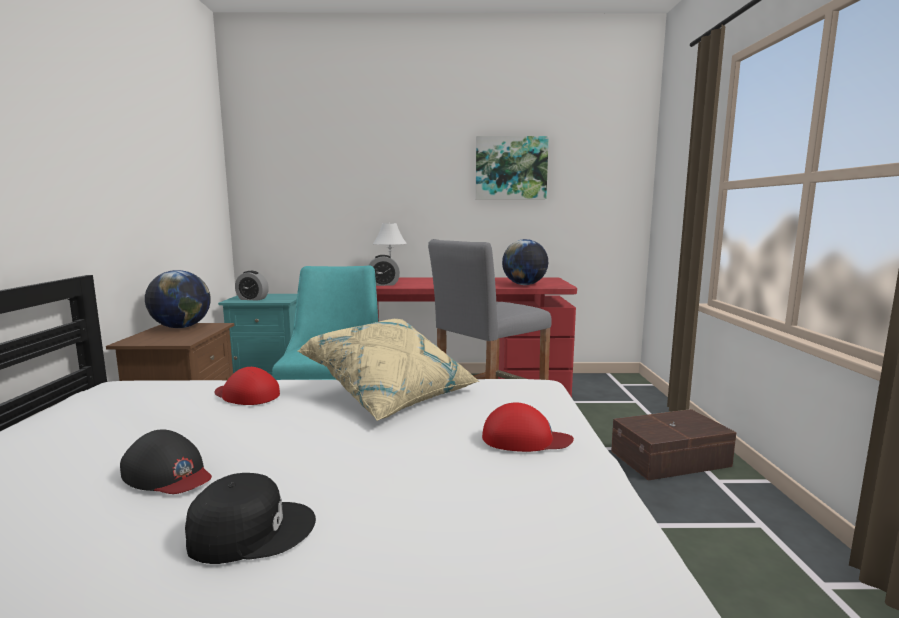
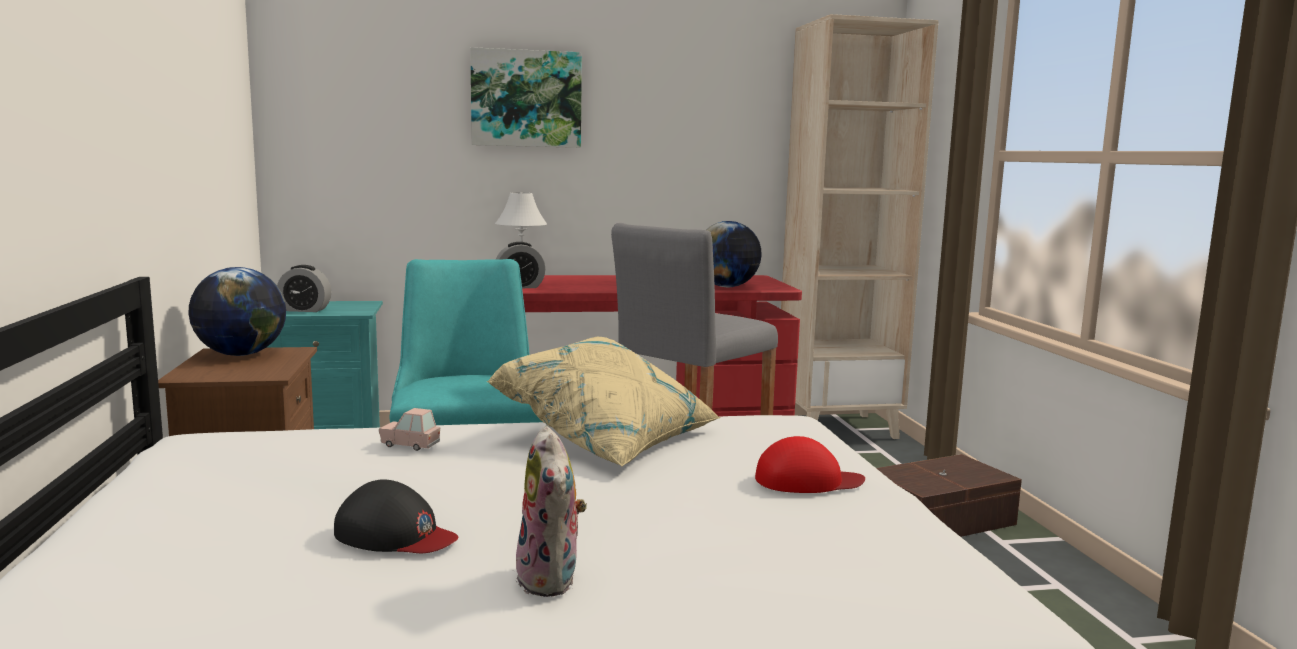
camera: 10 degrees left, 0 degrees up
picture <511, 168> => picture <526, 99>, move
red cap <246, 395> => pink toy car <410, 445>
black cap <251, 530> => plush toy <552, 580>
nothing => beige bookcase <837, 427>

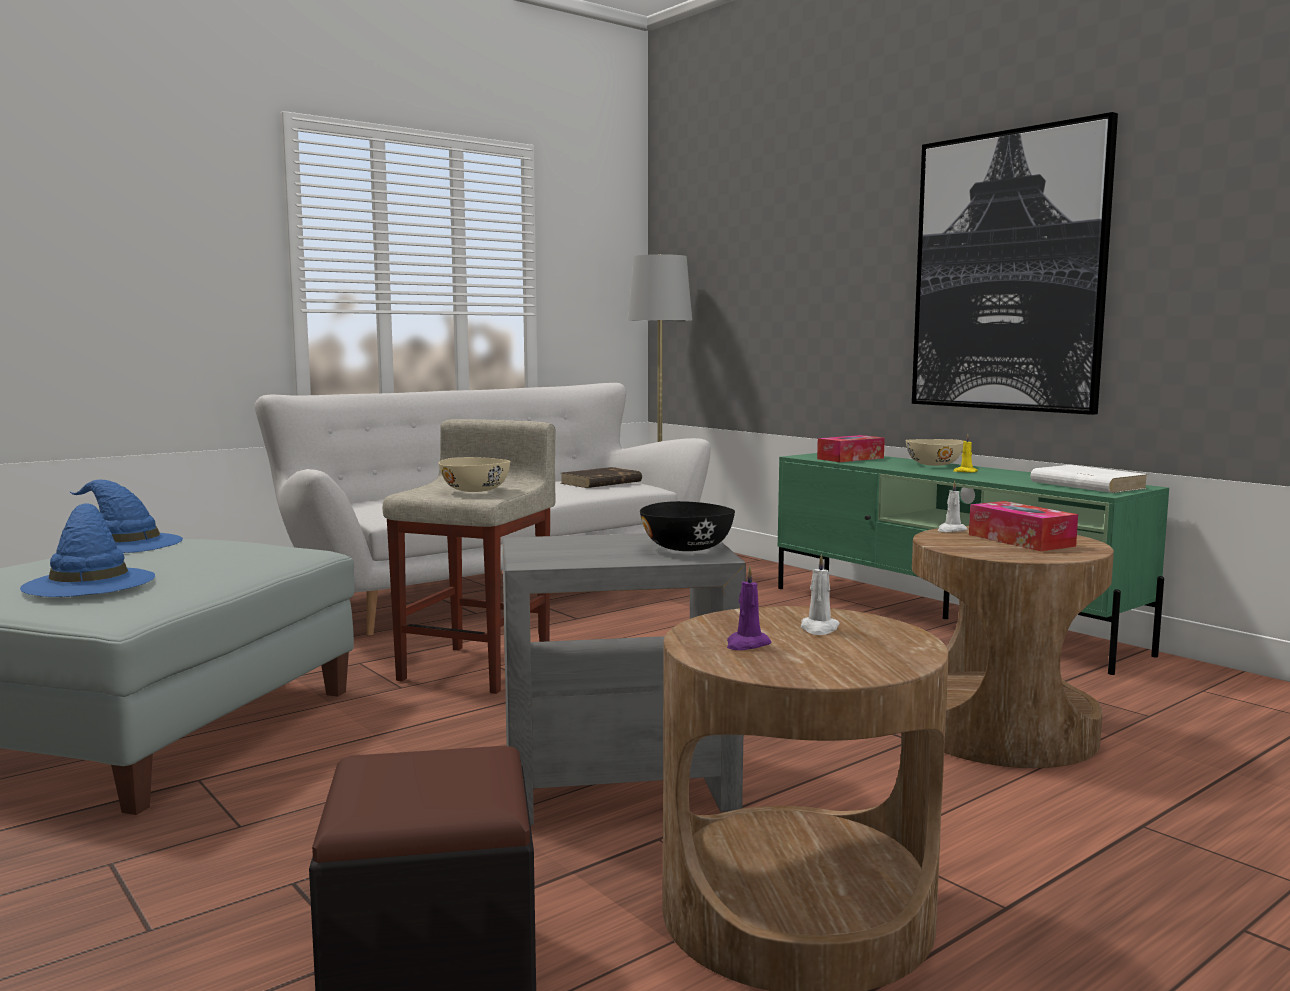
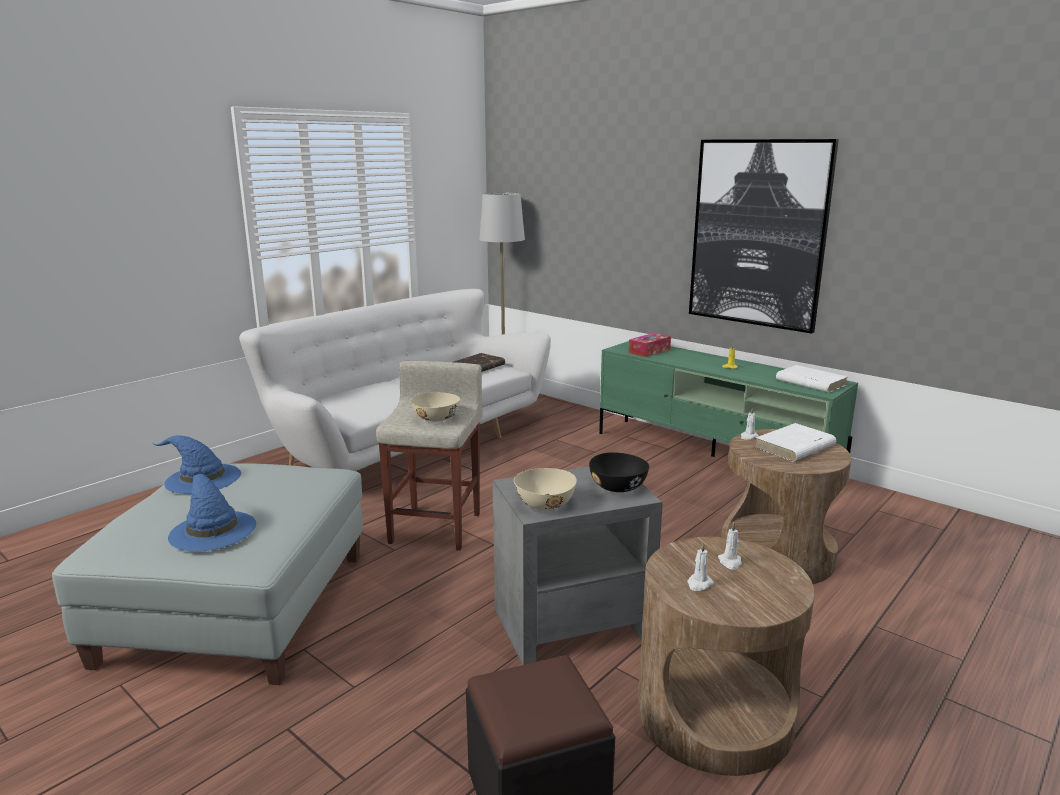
camera: 10 degrees left, 10 degrees up
beige bowl <934, 465> => beige bowl <545, 503>, move
tissue box <1020, 540> => white book <794, 447>
purple candle <747, 644> => white candle <699, 584>

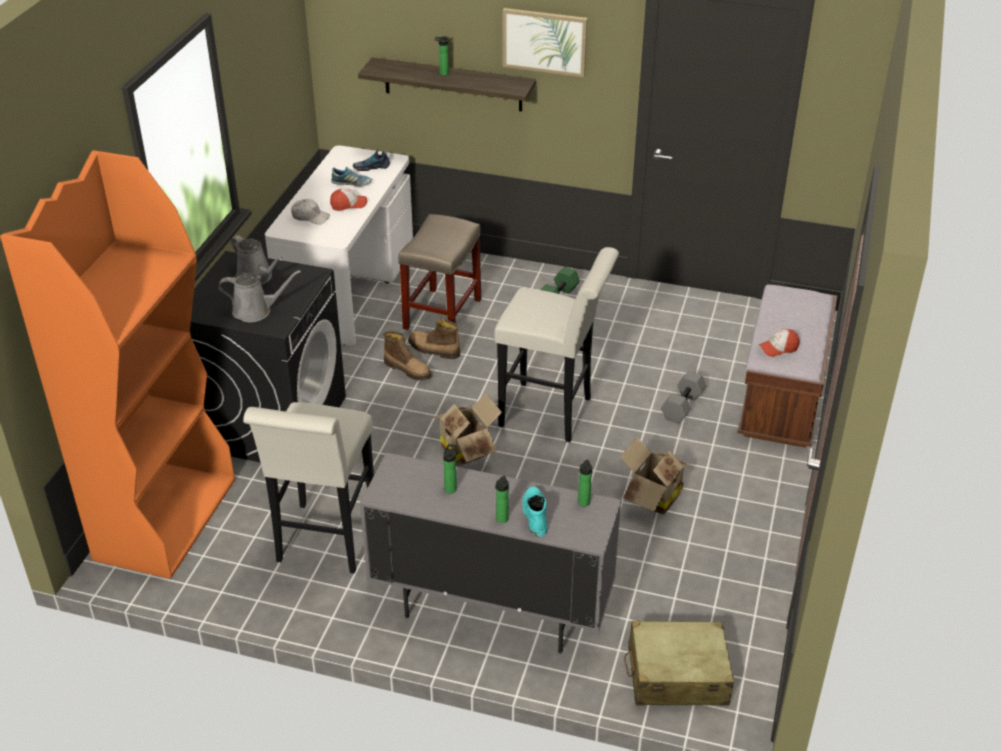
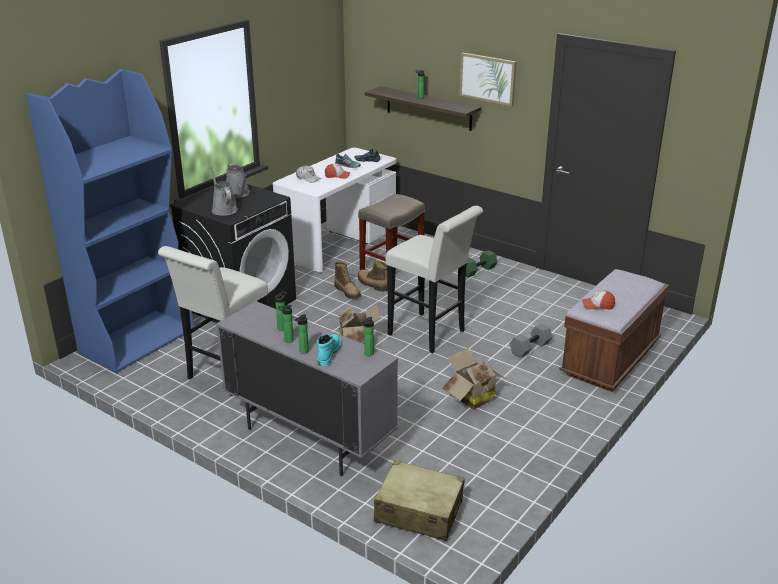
camera: 20 degrees right, 10 degrees down
orange bookcase <166, 518> => blue bookcase <137, 341>
grey watering can <256, 311> => grey watering can <223, 209>, 135 degrees counterclockwise
nothing => bottle <287, 340>

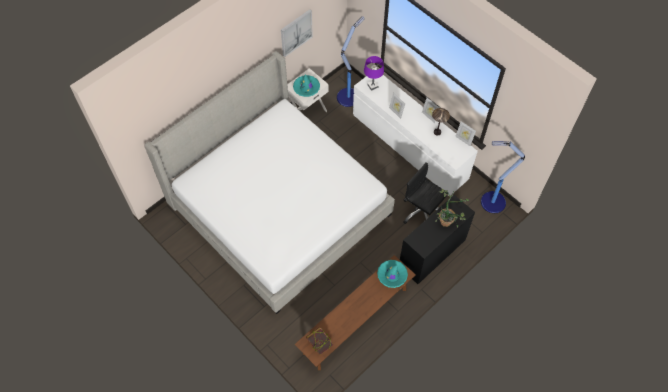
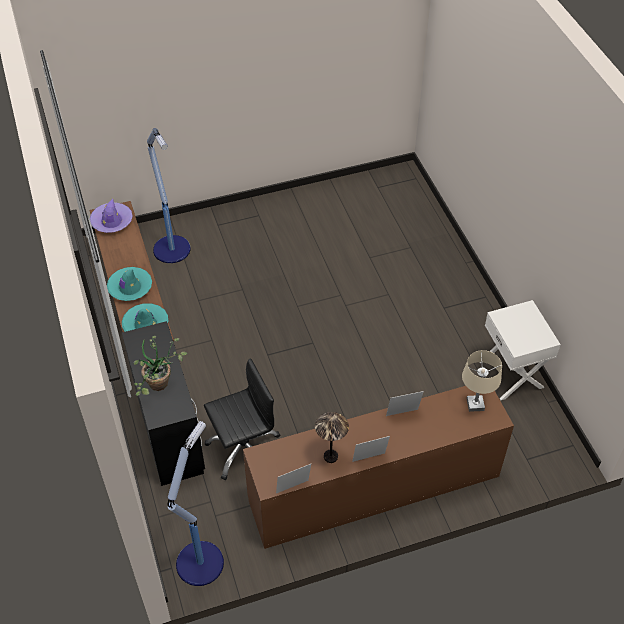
camera: 115 degrees right, 10 degrees down
picture <296, 32> => nothing
floor lamp <348, 96> => floor lamp <172, 250>, move
bed <279, 208> => nothing
purple table lamp <372, 86> => beige table lamp <475, 405>
turquoise hat <306, 88> => turquoise hat <130, 287>, move
white dresser <409, 146> => brown dresser <374, 488>
book <319, 344> => purple hat <112, 221>

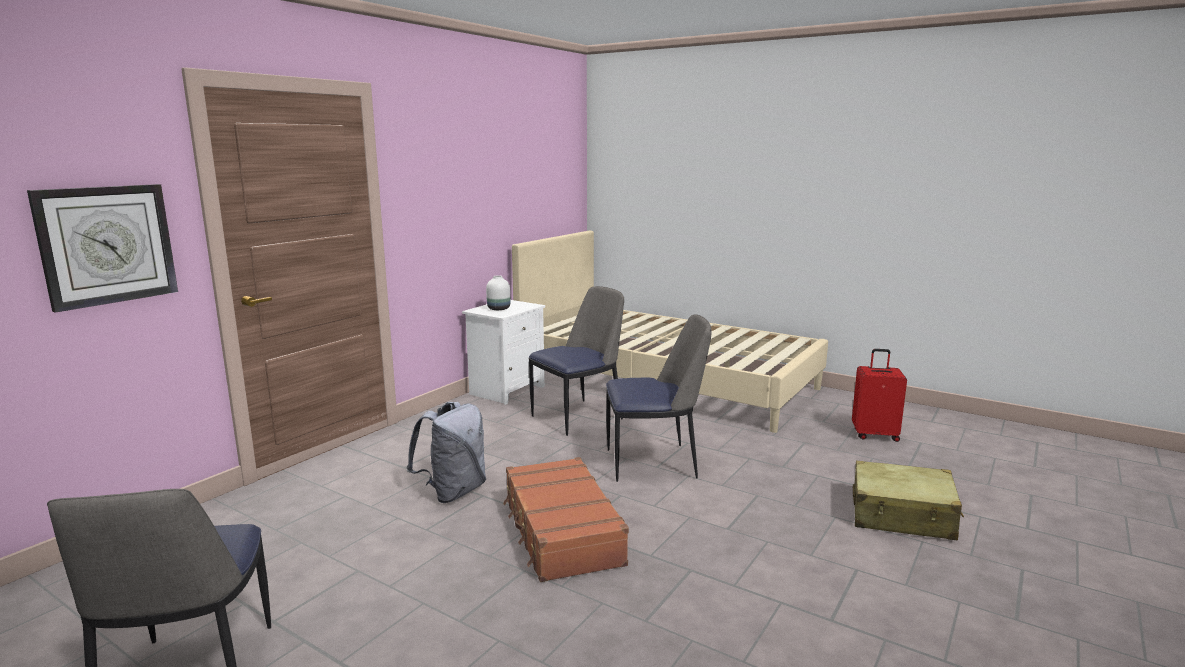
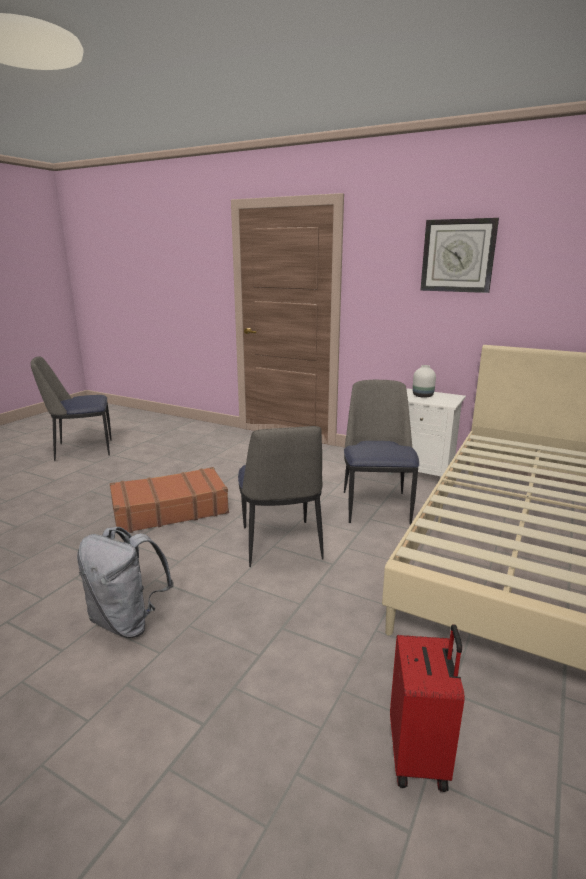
camera: 85 degrees right, 5 degrees up
wall clock <107, 245> => wall clock <458, 256>, move
chair <579, 417> => chair <376, 506>, 135 degrees counterclockwise
grey backpack <453, 492> => grey backpack <128, 621>, move
beige suitcase <902, 516> => nothing

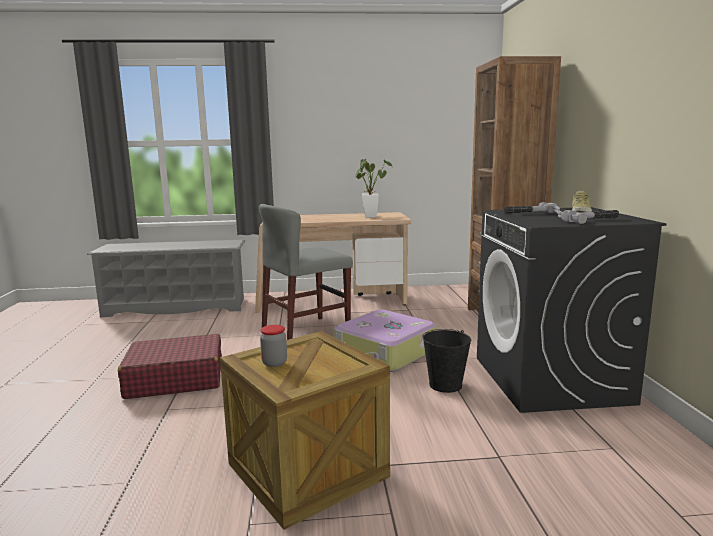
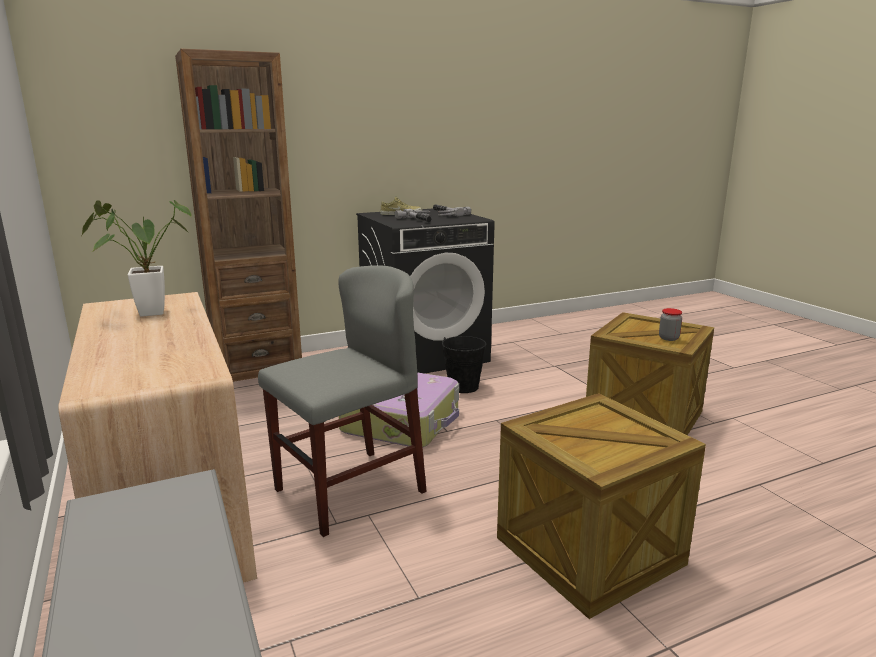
camera: 110 degrees left, 5 degrees up
grey chair <306, 332> => grey chair <349, 490>, 75 degrees counterclockwise
red suitcase <175, 379> => crate <589, 550>

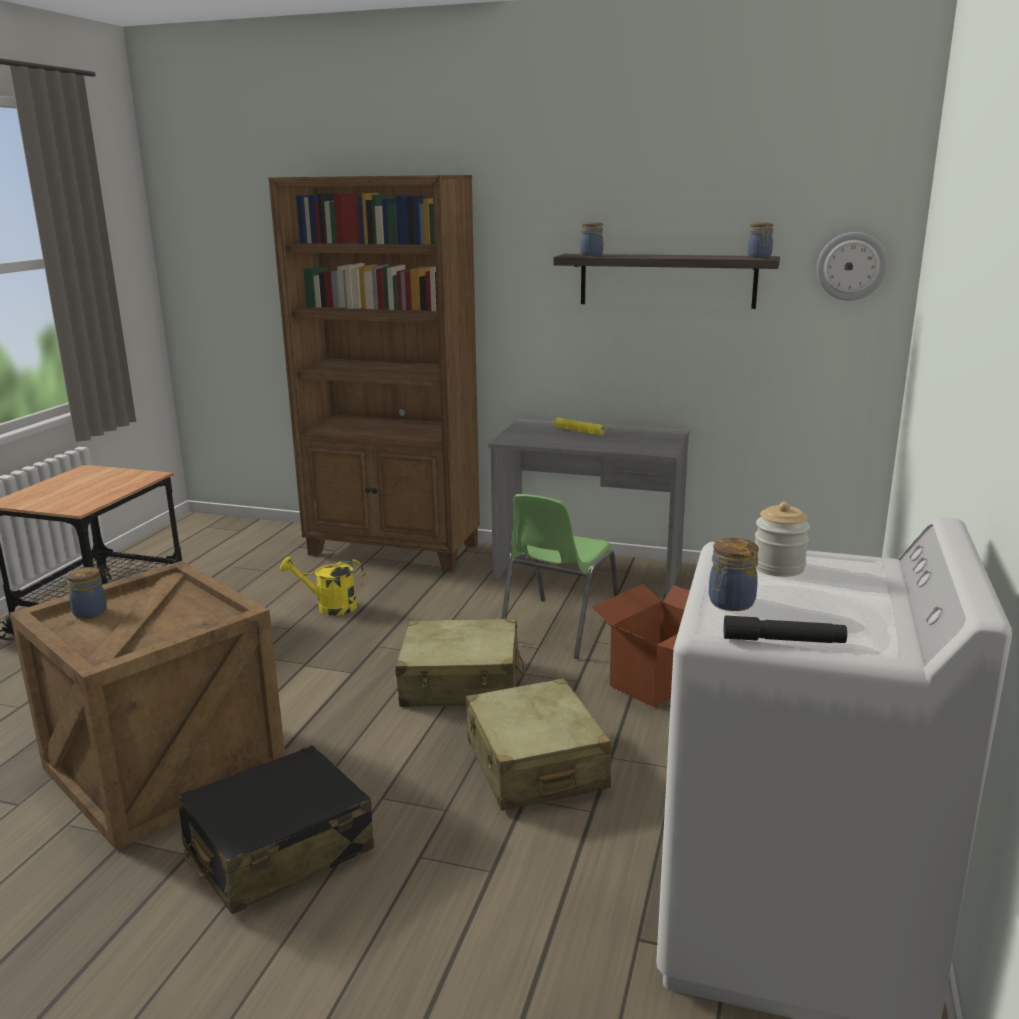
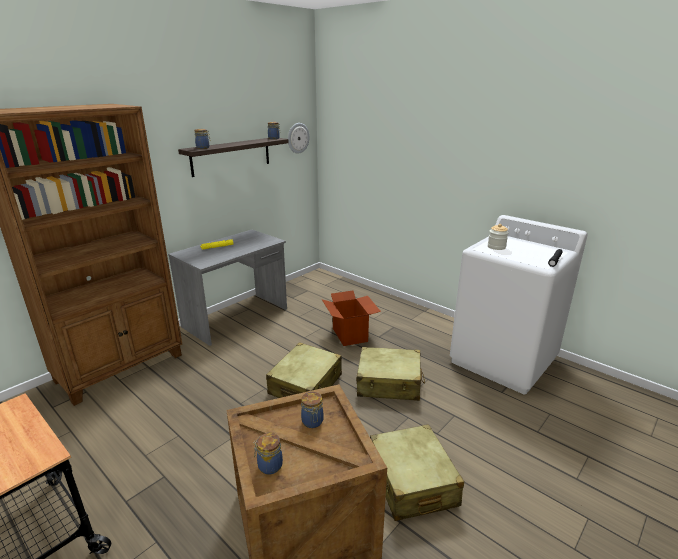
camera: 65 degrees left, 5 degrees up
green chair <558, 628> => nothing
jar <730, 603> => jar <312, 422>, move
yellow watering can <329, 607> => nothing
black suitcase <277, 849> => beige suitcase <412, 482>

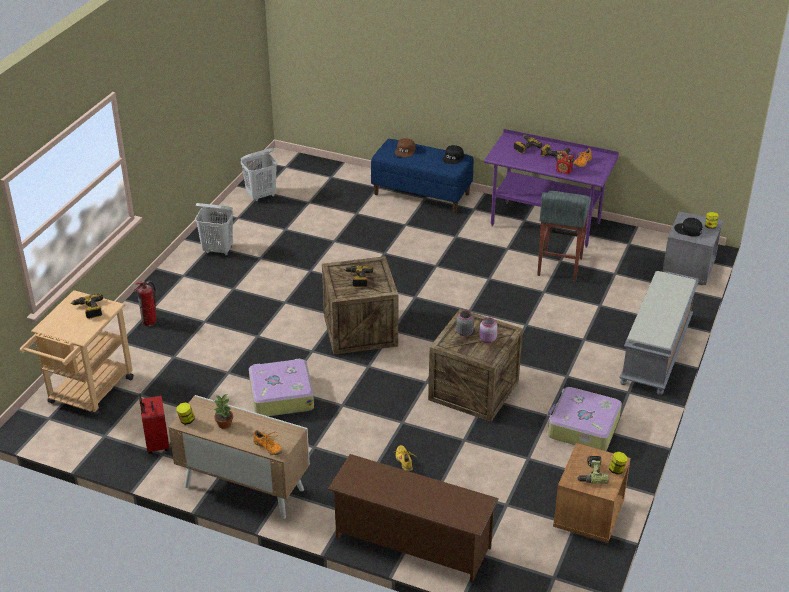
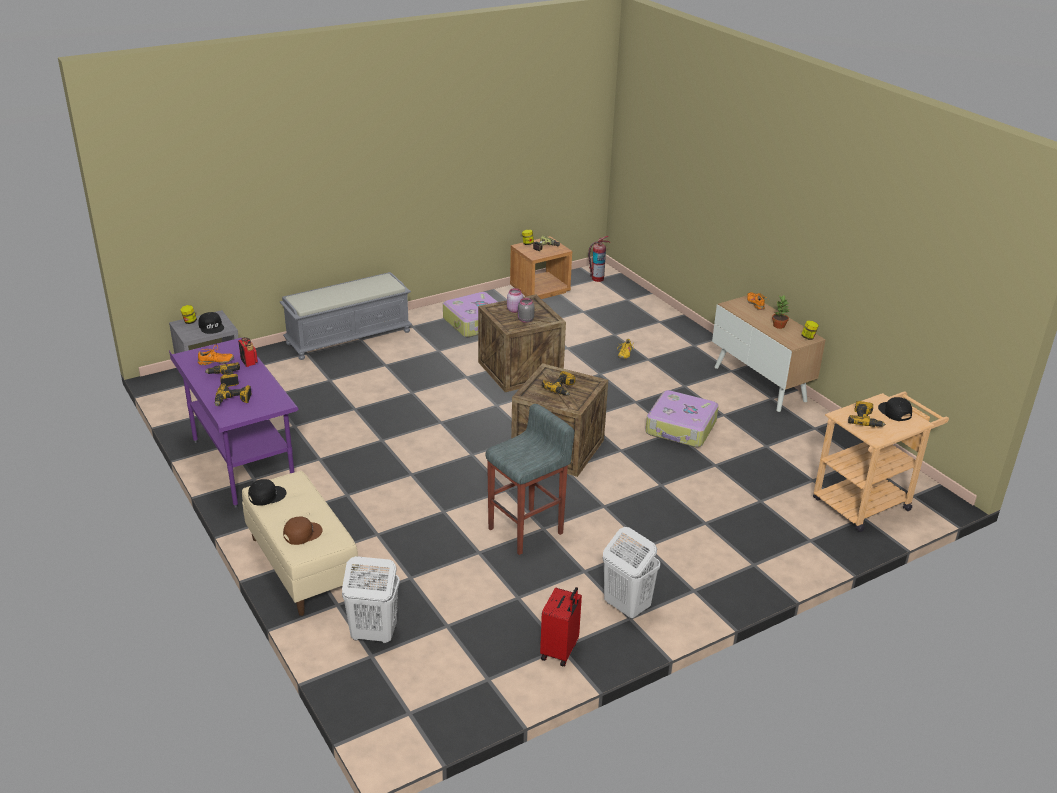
camera: 145 degrees left, 5 degrees down
blue bench <422, 194> => beige bench <301, 566>
white laundry basket <261, 196> => white laundry basket <373, 634>, move
grey stool <559, 267> => grey stool <527, 531>, move
fire extinguisher <149, 322> => fire extinguisher <597, 279>, move
red suitcase <156, 444> => red suitcase <560, 651>, move
brown shoe rack <412, 543> => nothing
nothing => black cap <894, 412>

